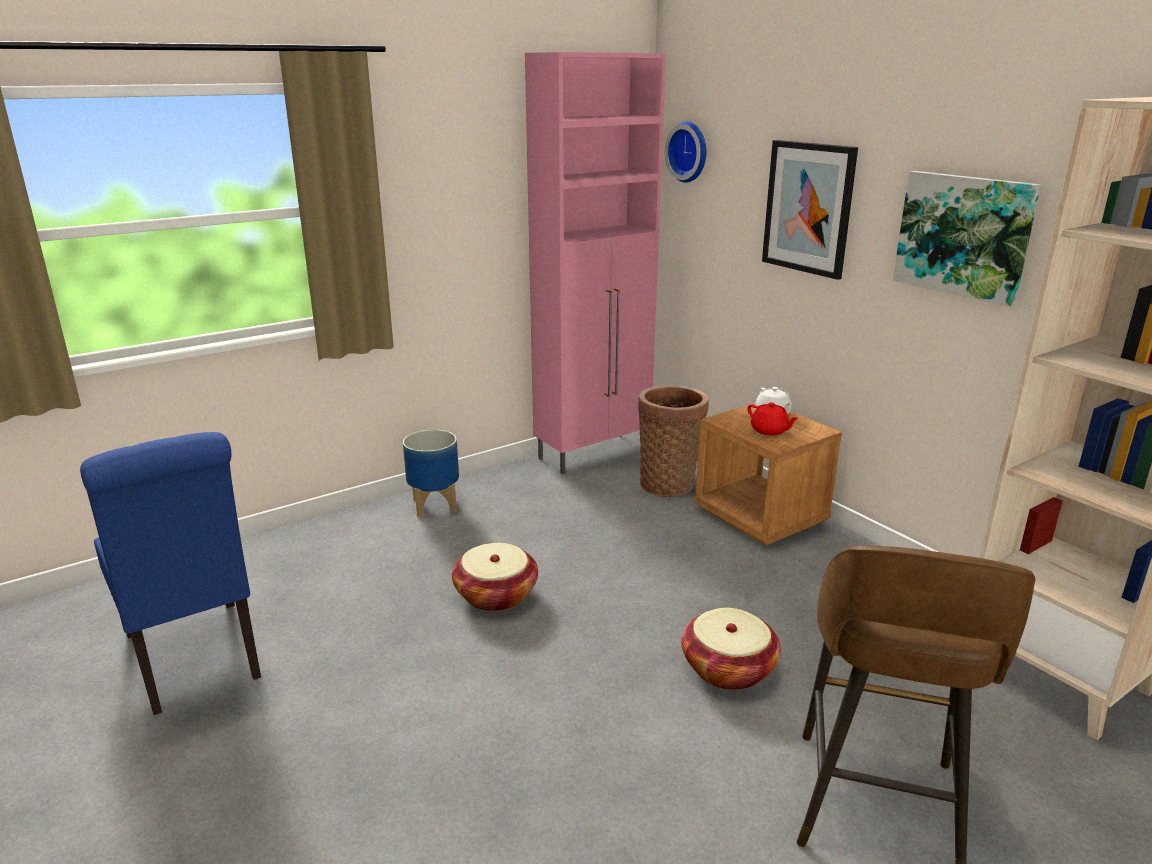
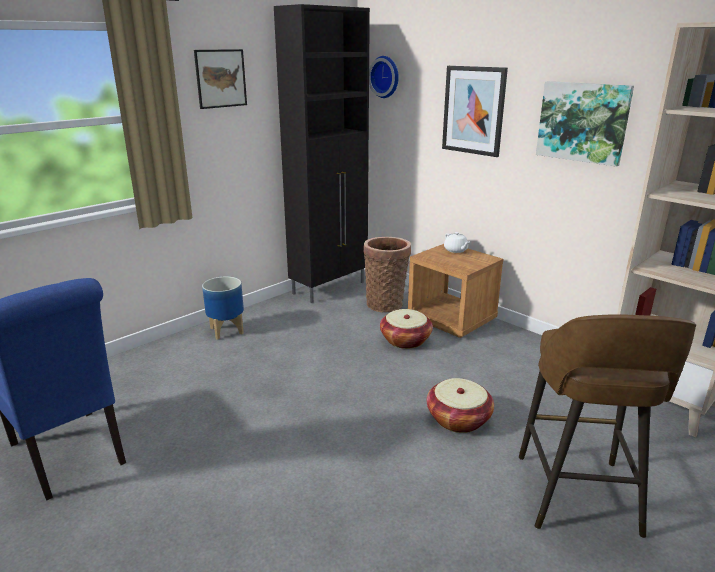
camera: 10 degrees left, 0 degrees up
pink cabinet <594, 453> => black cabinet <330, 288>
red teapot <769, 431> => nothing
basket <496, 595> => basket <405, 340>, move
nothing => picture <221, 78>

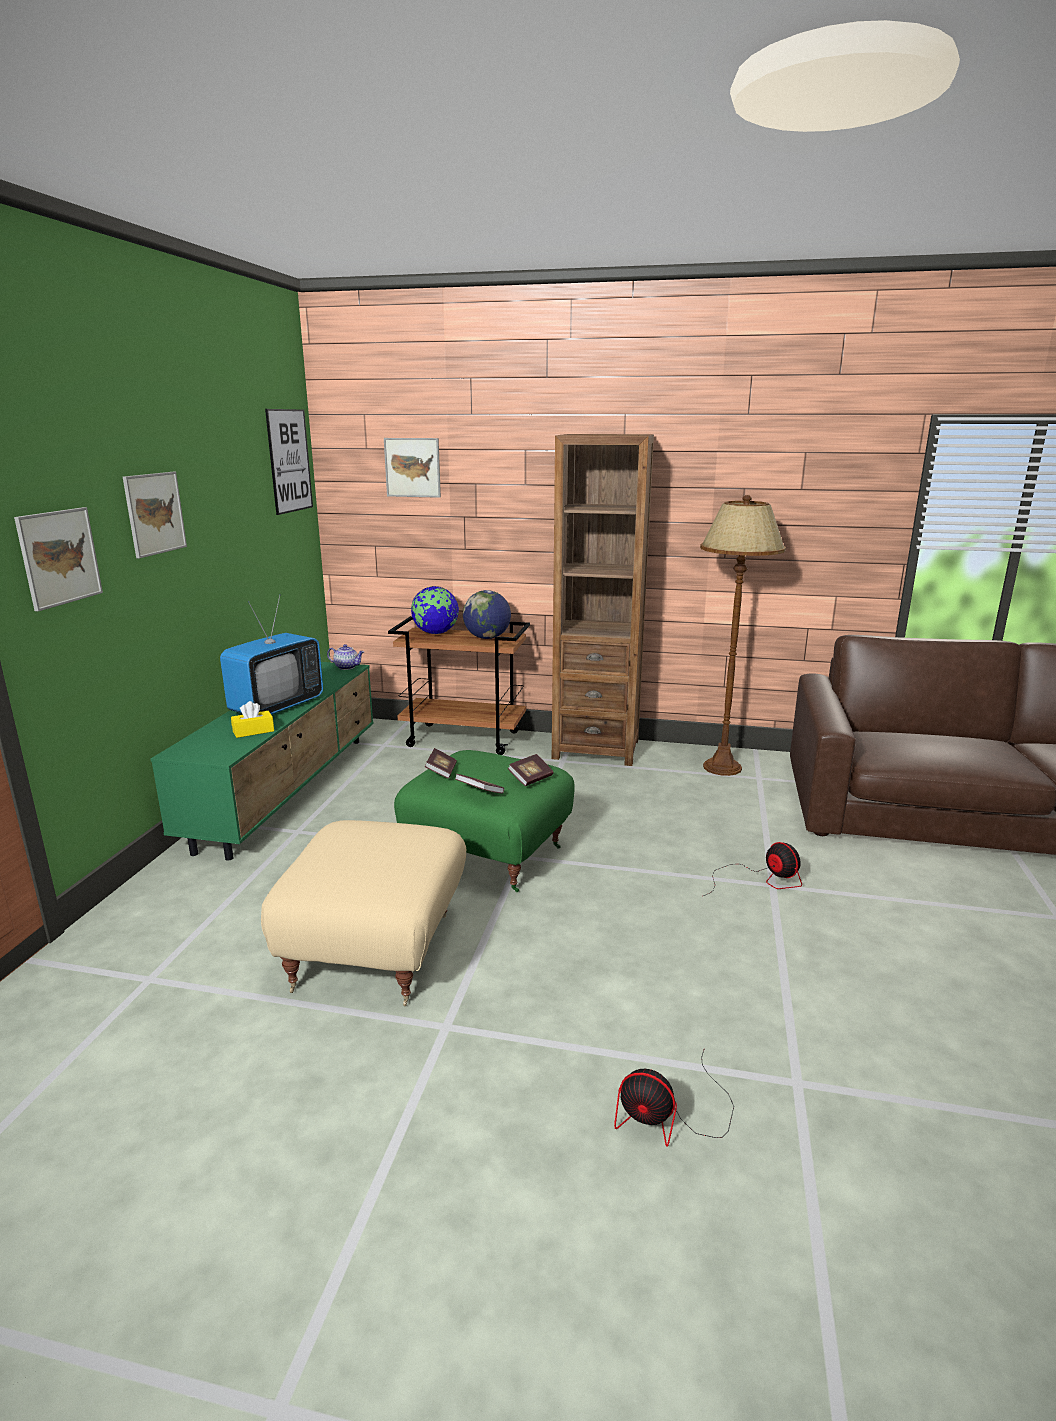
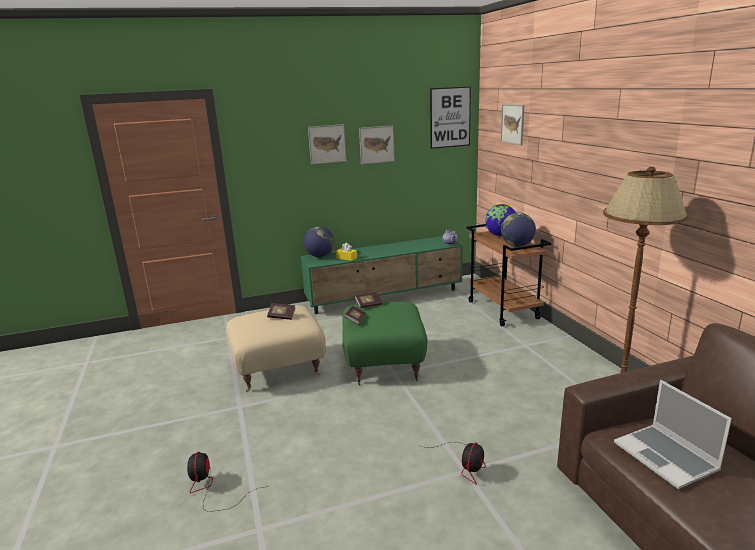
camera: 60 degrees right, 0 degrees up
brown bookcase <596, 749> => nothing
picture <59, 557> => picture <376, 144>, move
television <277, 707> => nothing
book <531, 779> => book <282, 316>, move
nothing => globe <320, 256>
nothing => laptop <667, 457>

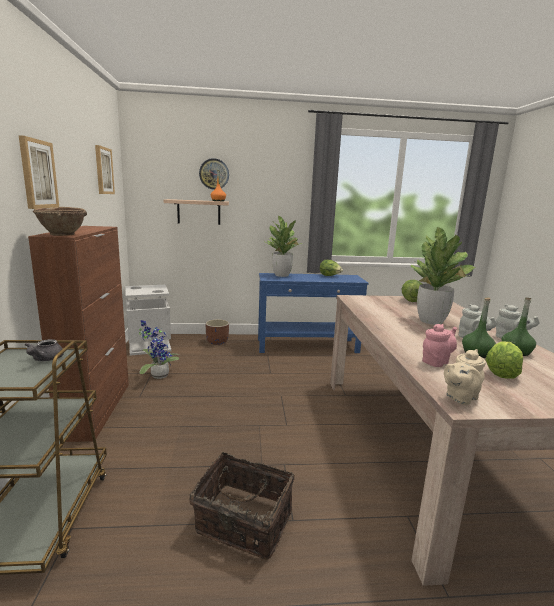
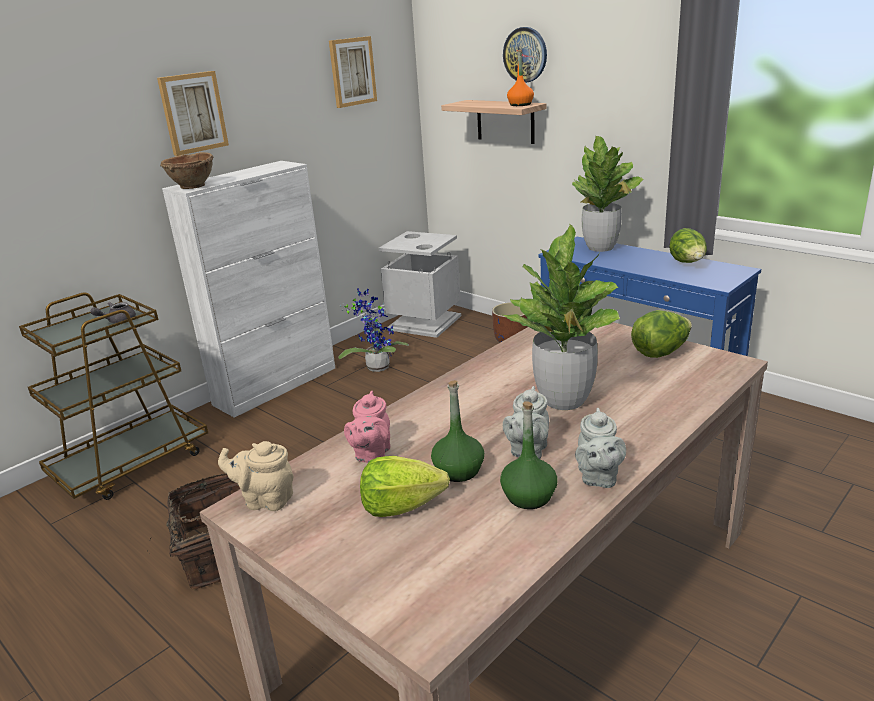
camera: 50 degrees right, 10 degrees up
brown cabinet <97, 409> => white cabinet <276, 385>
pink teapot <436, 362> => pink teapot <371, 455>, 90 degrees clockwise

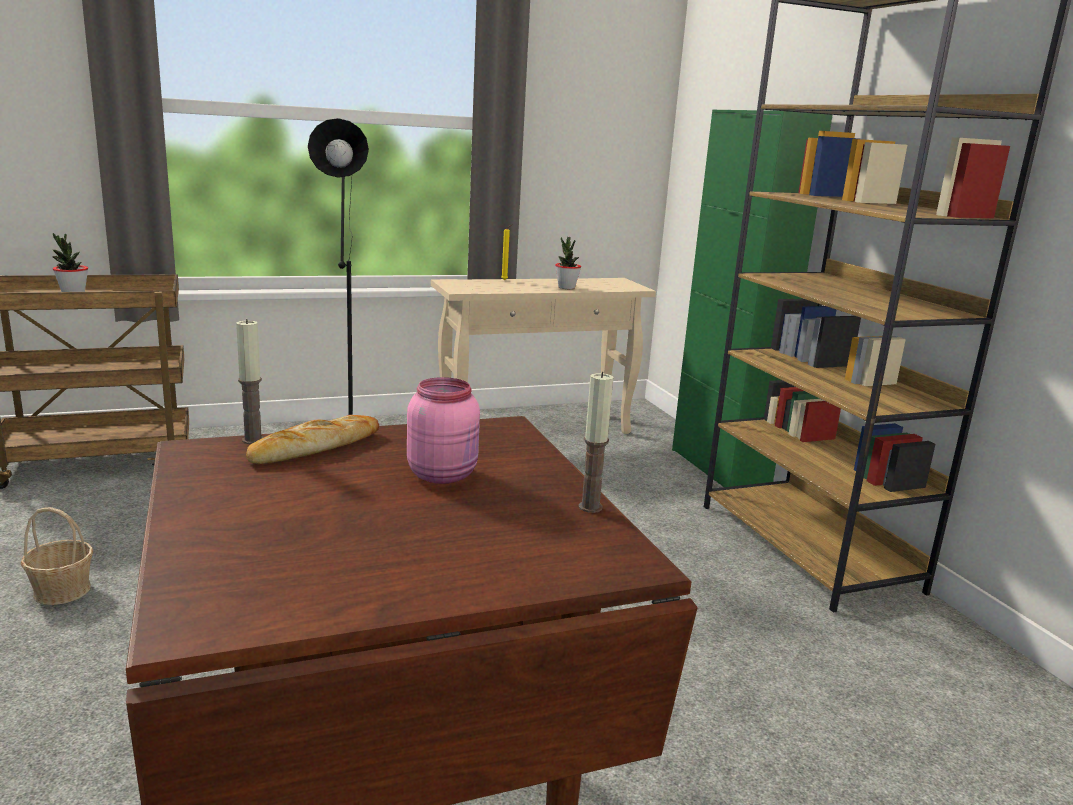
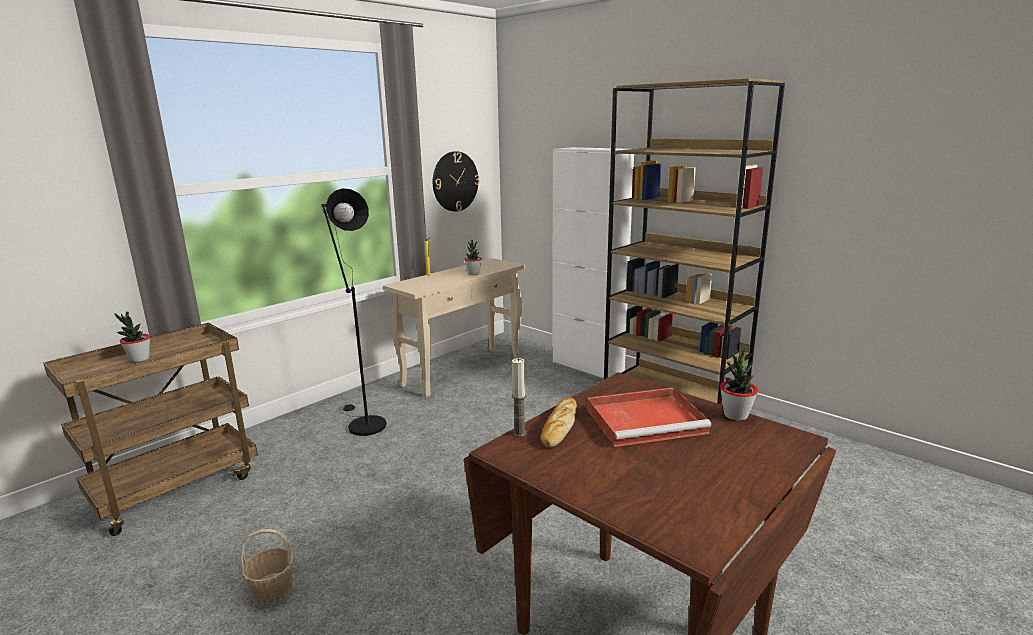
camera: 25 degrees left, 0 degrees up
green cabinet <719, 468> => white cabinet <588, 366>
candle <590, 507> => potted plant <735, 415>
pink jar <444, 474> => red tray <647, 420>
nothing => wall clock <455, 181>

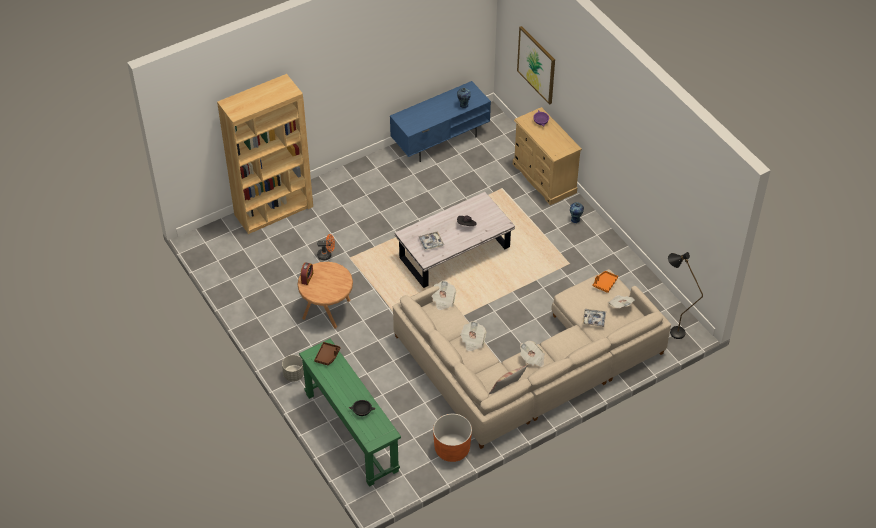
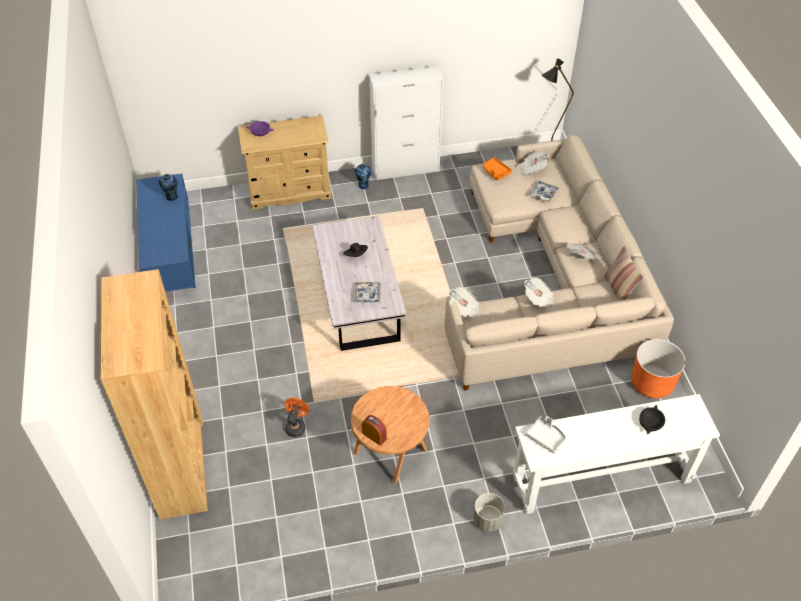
camera: 70 degrees left, 0 degrees up
picture <536, 64> => nothing
green console table <351, 432> => white console table <601, 478>
brown tray <327, 356> => grey tray <546, 437>
nothing => white cabinet <406, 169>

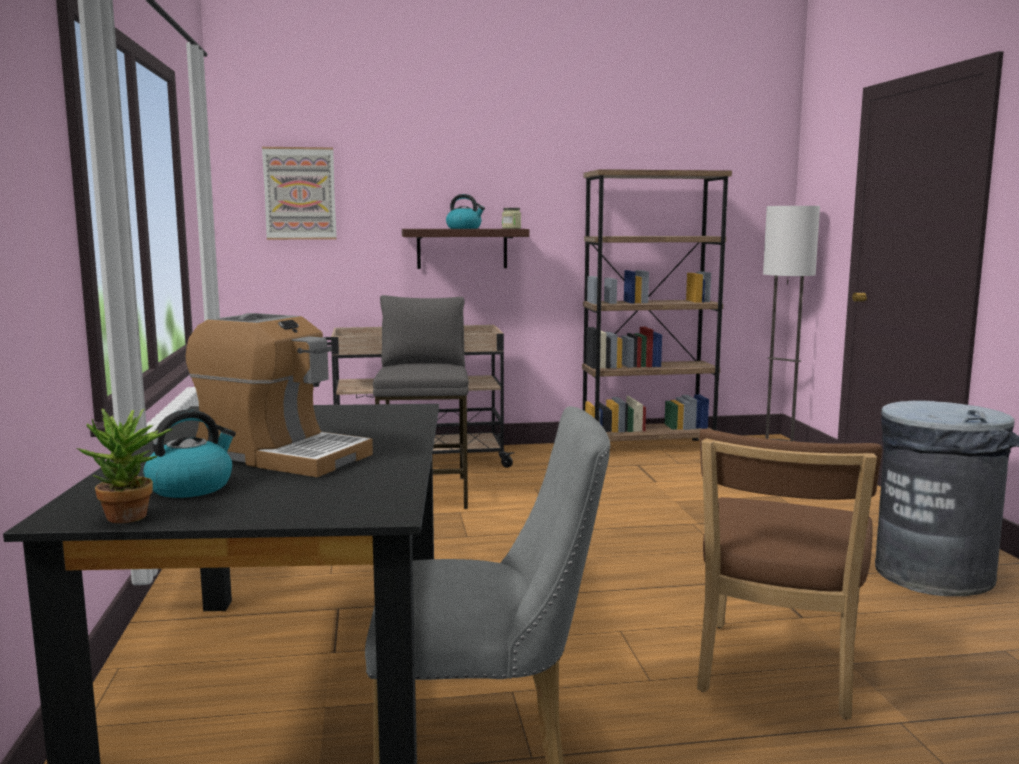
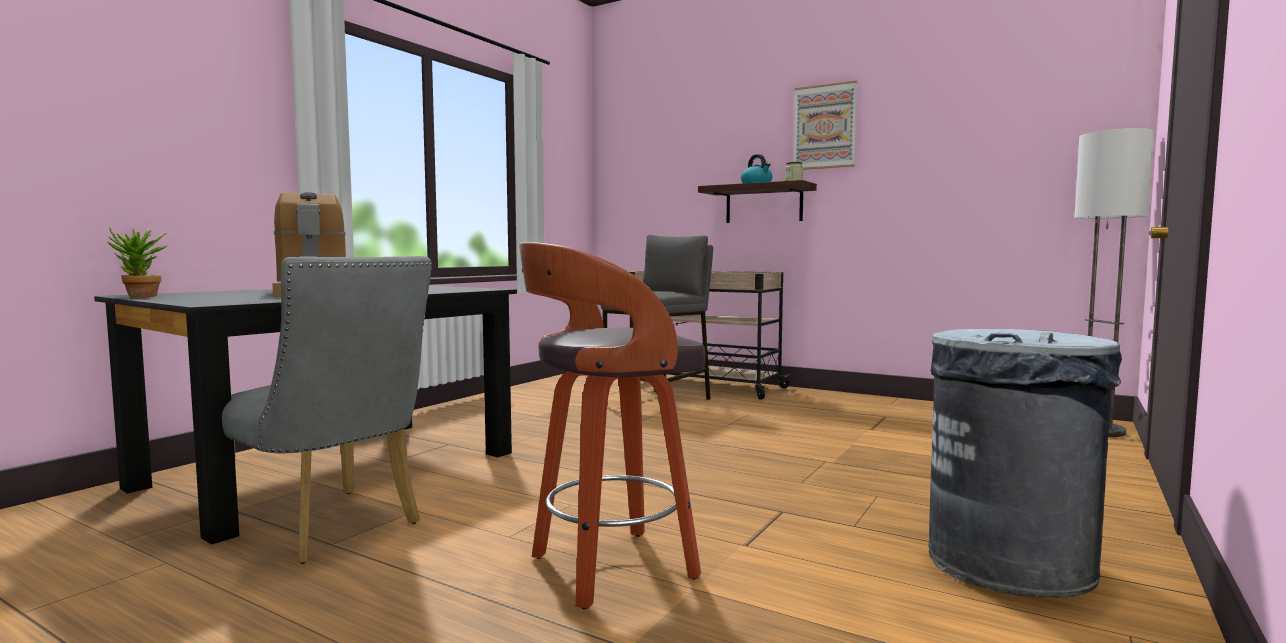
camera: 40 degrees right, 5 degrees down
picture <300, 193> => picture <824, 127>, move
brown bookcase <647, 448> => nothing
kettle <191, 487> => nothing
brown chair <776, 673> => stool <609, 569>

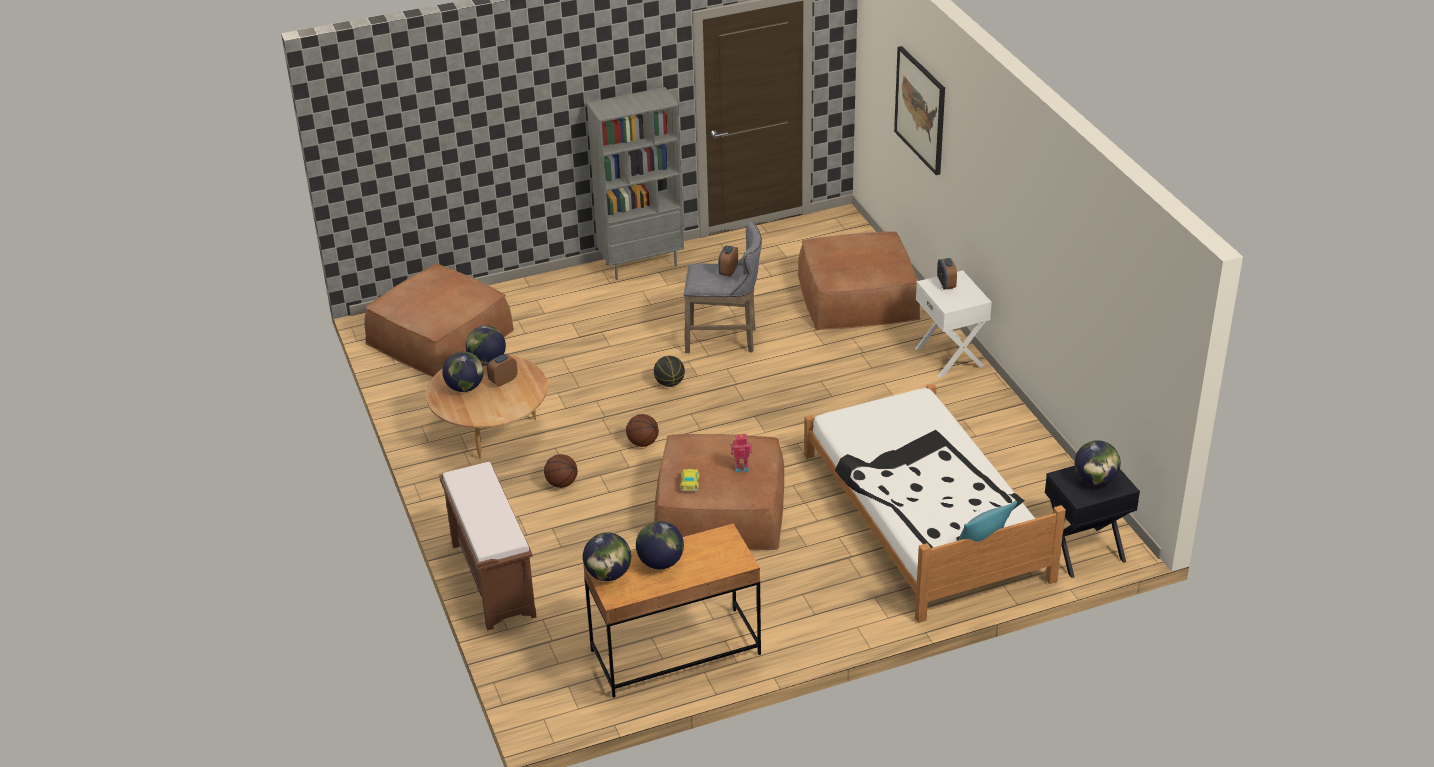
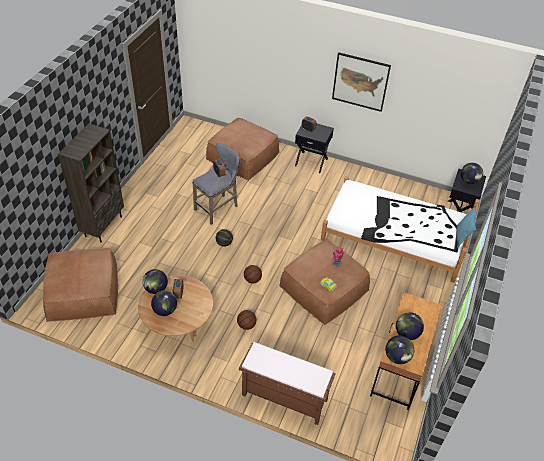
camera: 50 degrees left, 10 degrees up
picture <921, 109> => picture <360, 81>, move
grey bookcase <641, 264> => nothing
white nightstand <950, 356> => black nightstand <311, 161>
nothing => brown bookcase <103, 226>

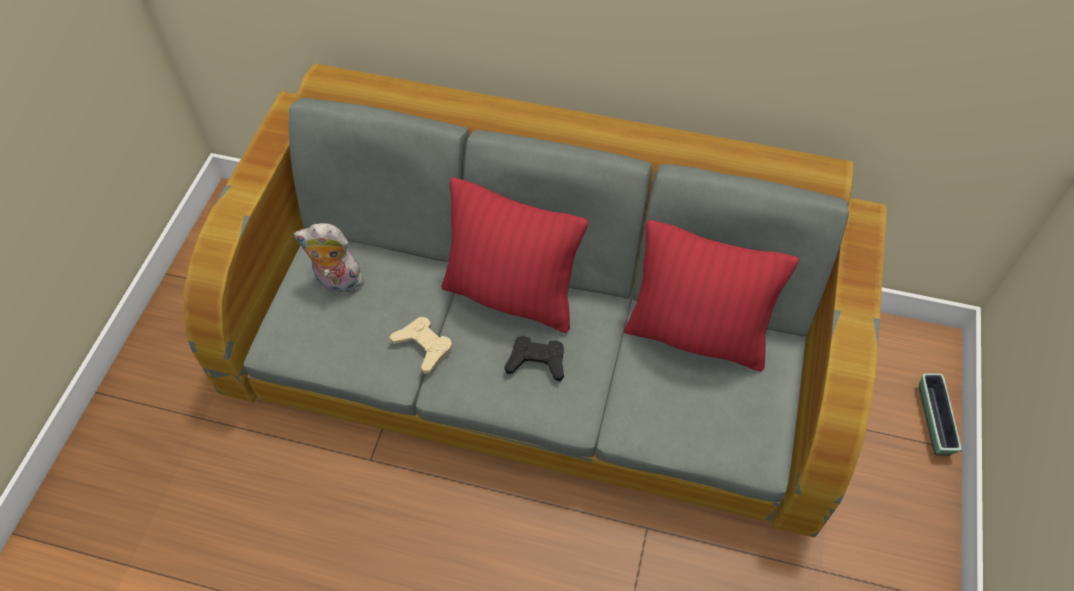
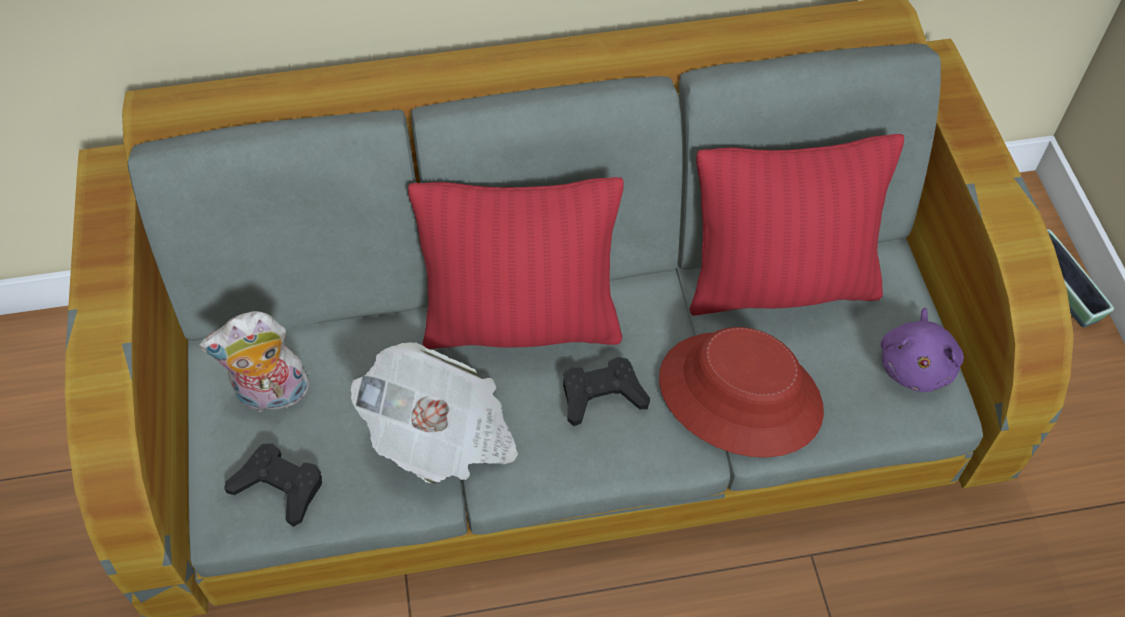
camera: 25 degrees left, 0 degrees up
beige game controller <423, 347> => newspaper <442, 435>
nothing => purple plush toy <916, 364>
nothing => red hat <740, 394>
nothing => black game controller <279, 486>

